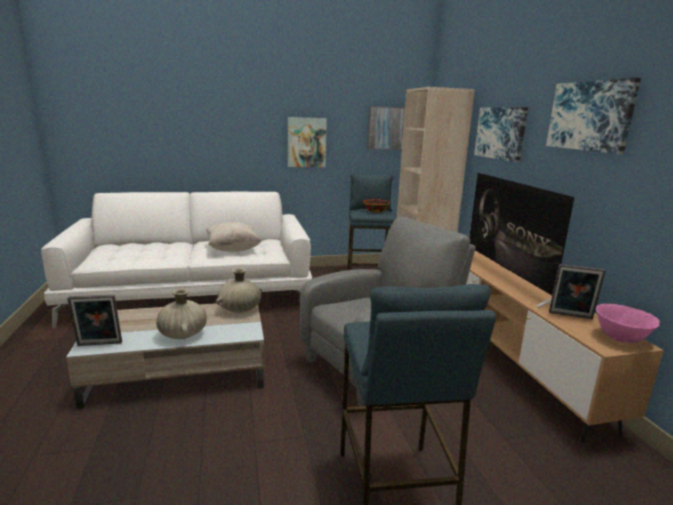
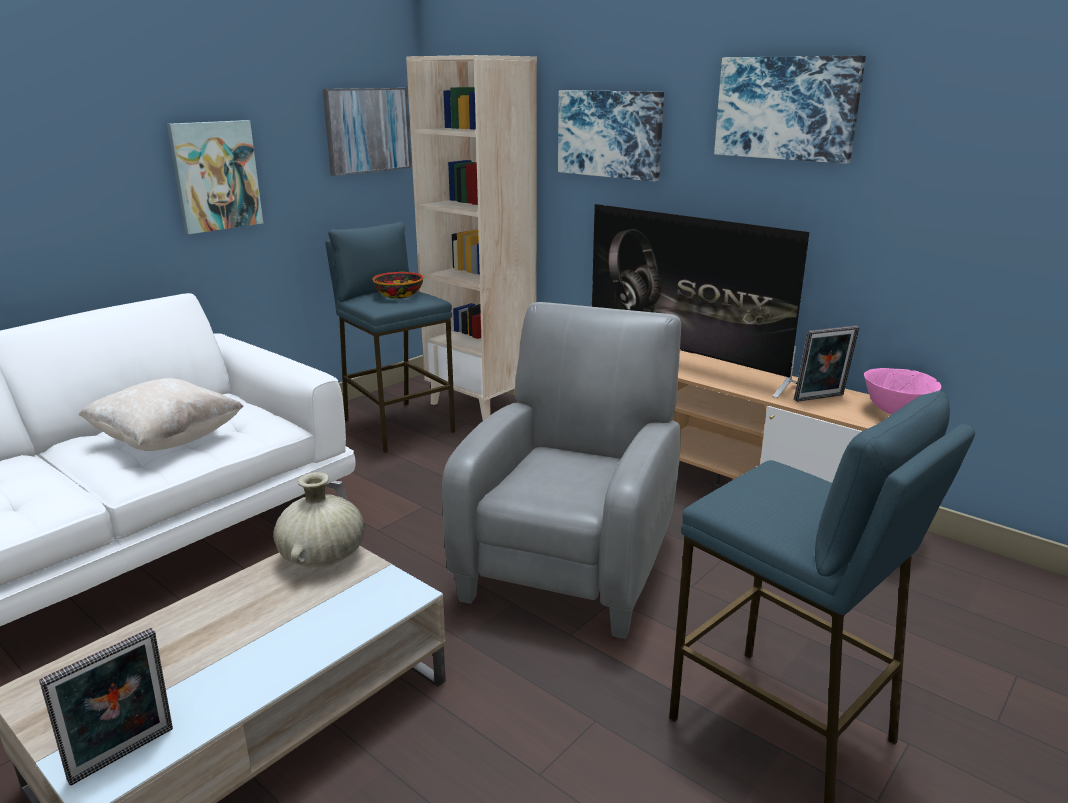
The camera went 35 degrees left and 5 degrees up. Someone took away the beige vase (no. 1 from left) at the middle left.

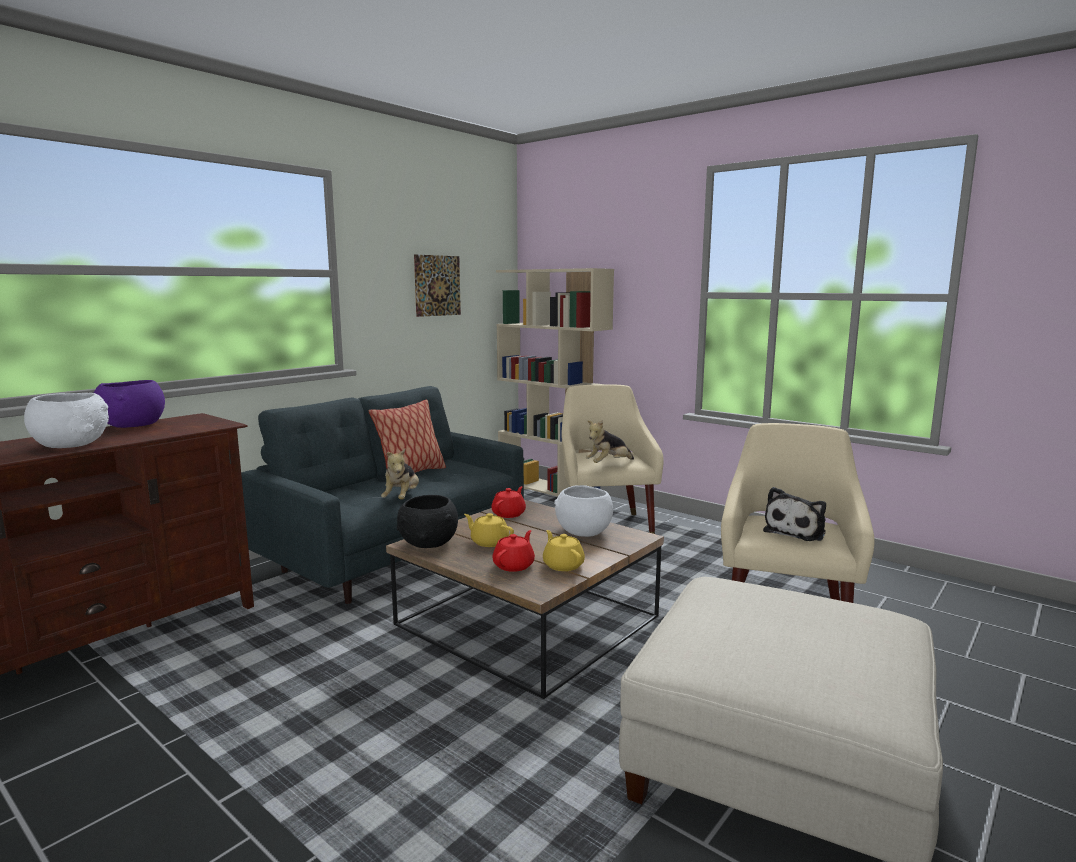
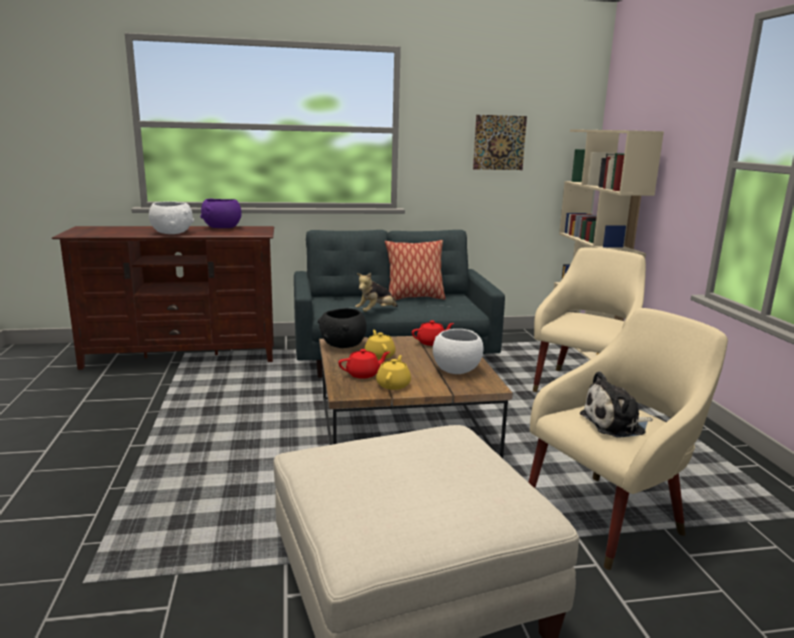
The camera went 40 degrees right and 5 degrees up. Someone took away the plush toy (no. 2 from left) at the centre.

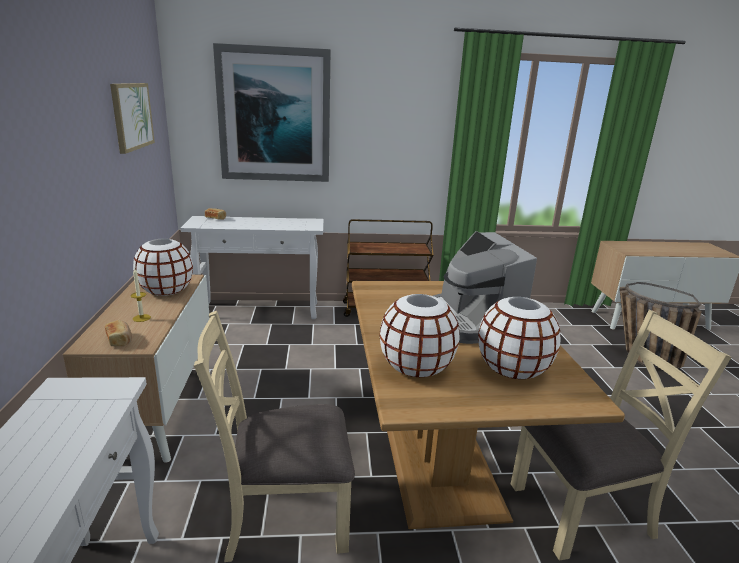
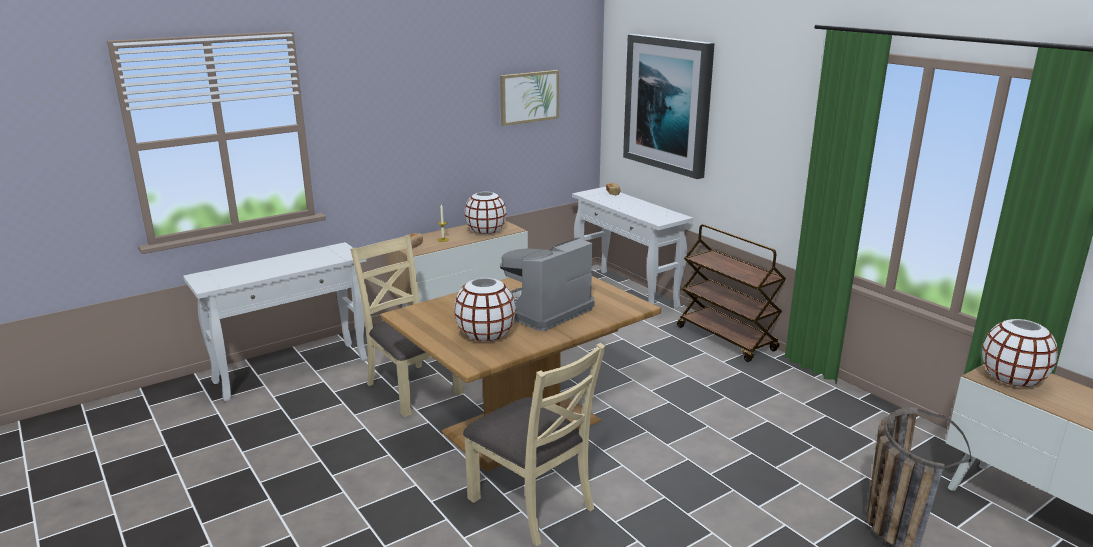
The camera went 60 degrees right and 0 degrees up. Someone carried the white vase (no. 2 from left in the first image) from the centre to the middle right.

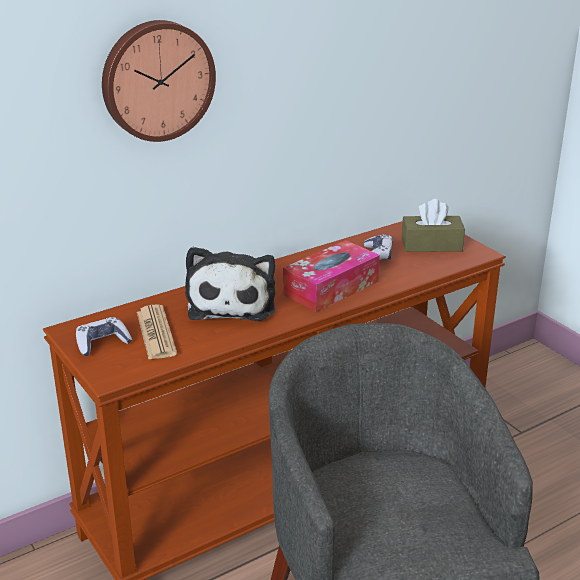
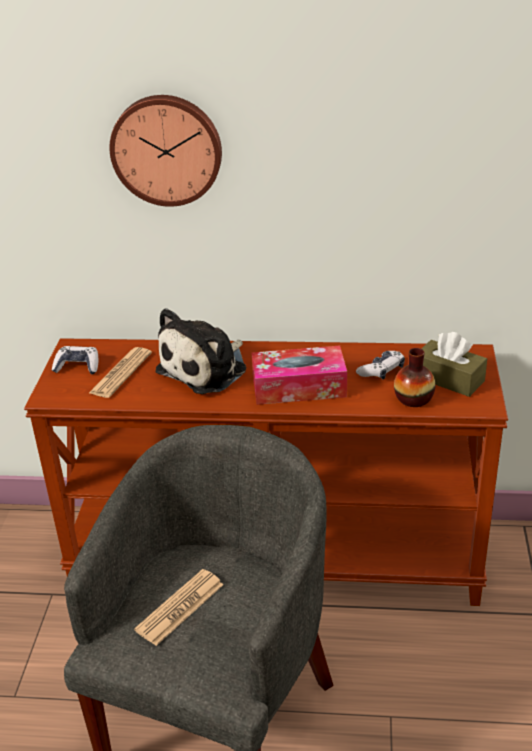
The camera went 40 degrees right and 5 degrees up. Someone put down the newspaper (no. 2 from left) at the bottom centre. Someone put down the vase at the middle right.

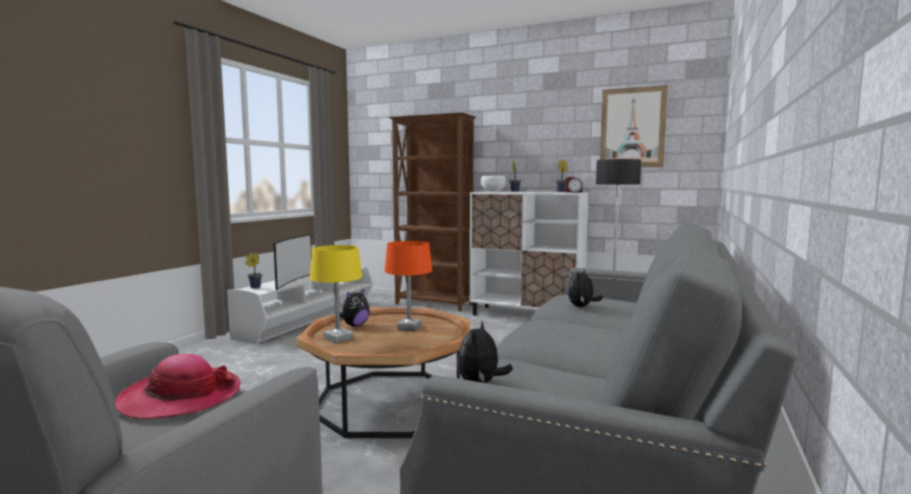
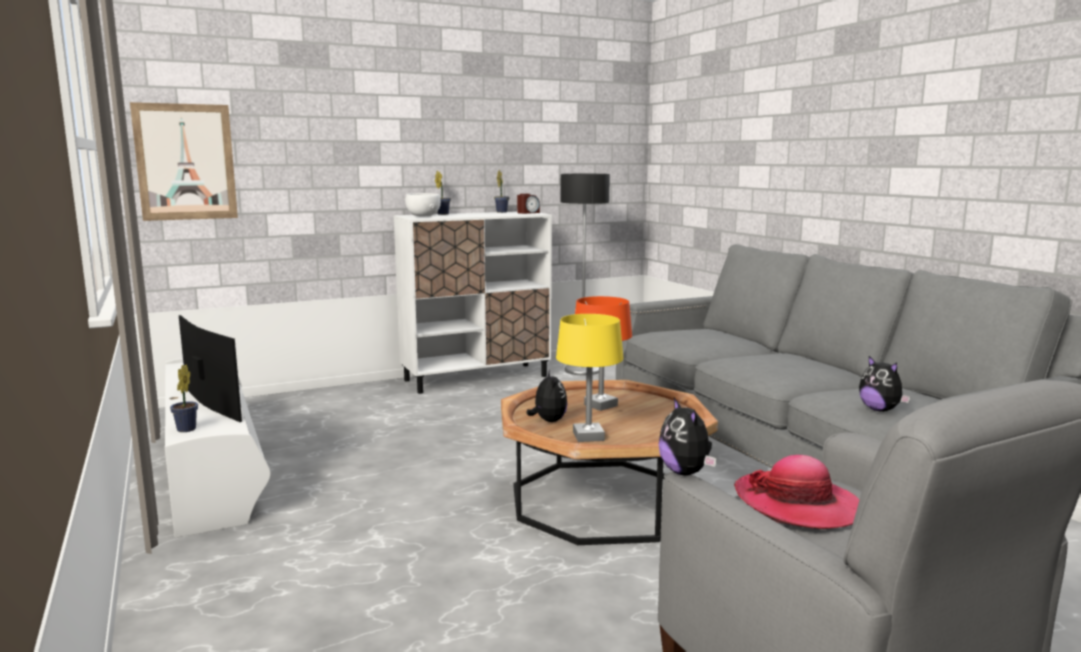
The camera went 50 degrees left and 5 degrees up. Someone took away the brown bookcase at the centre. Someone carried the plush toy (no. 3 from left in the first image) from the centre to the bottom centre. Someone carried the picture from the top right to the top left.

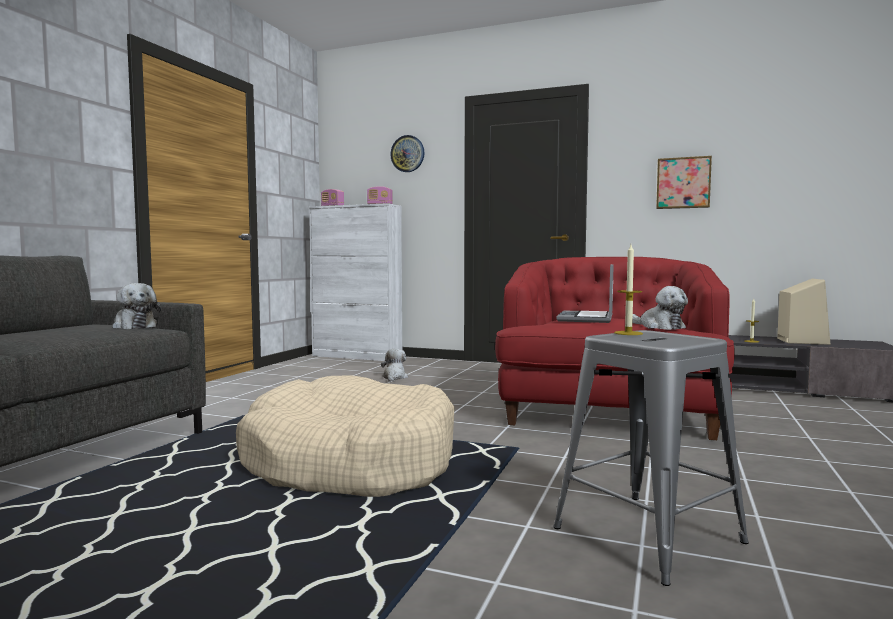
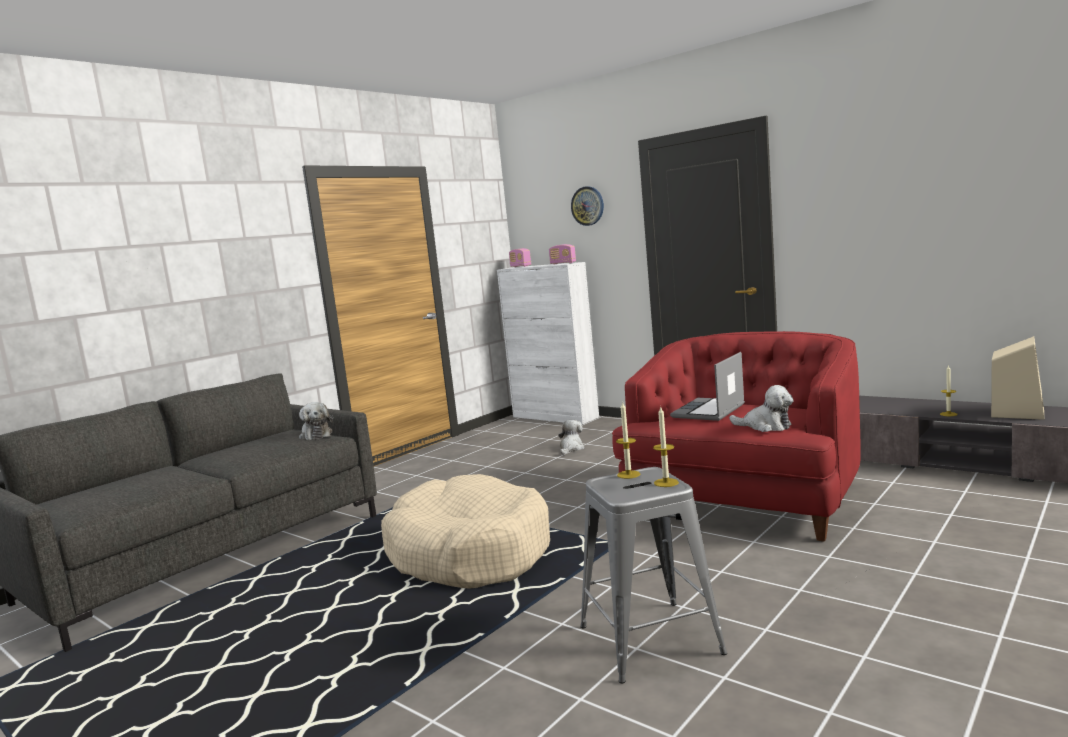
The camera went 20 degrees right and 5 degrees up. Someone rotated the plush toy (no. 3 from left) at the middle right by 45 degrees counterclockwise. Someone took away the picture at the top right. Someone put down the candle (no. 2 from left) at the centre.

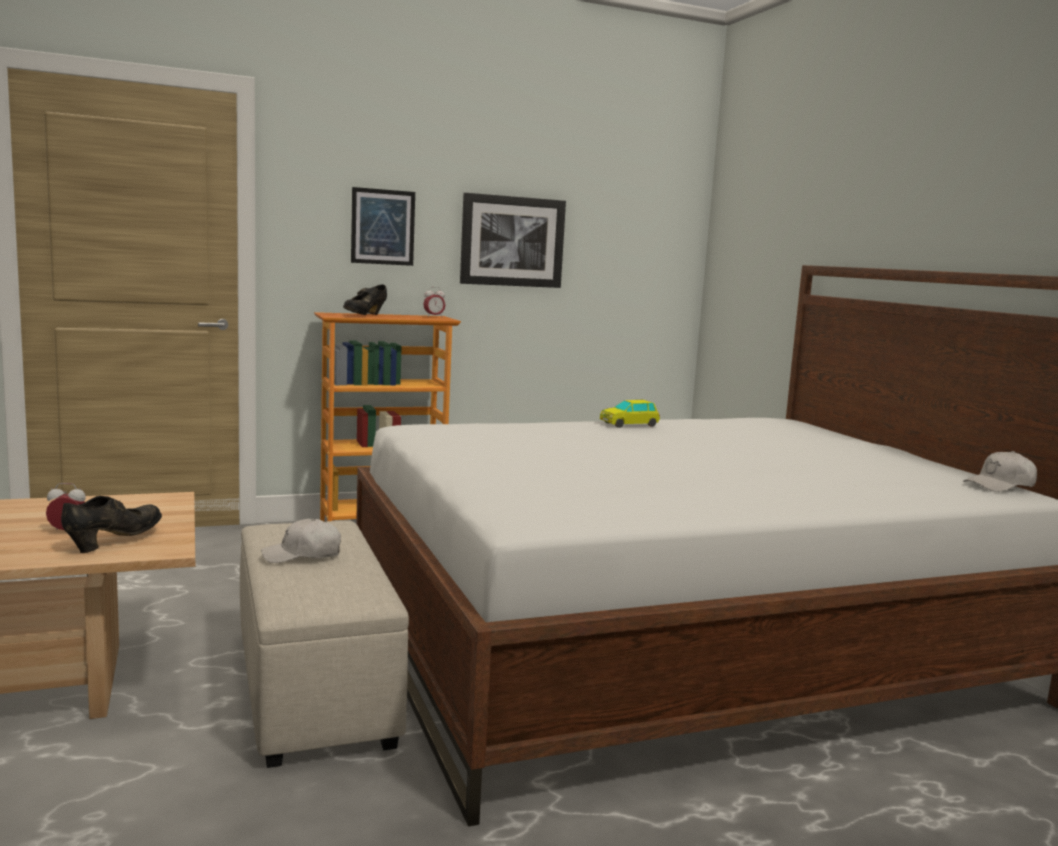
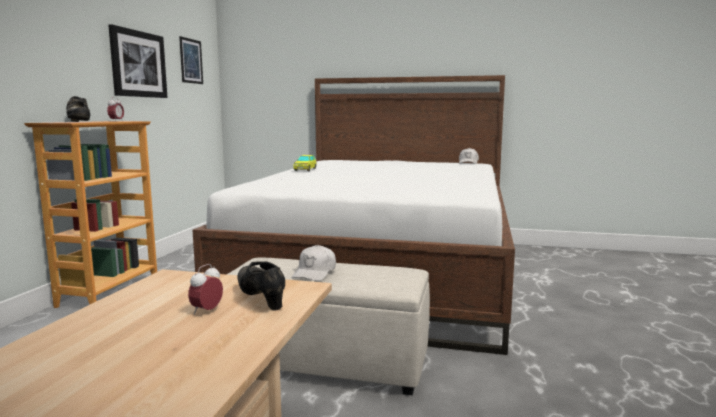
The camera went 55 degrees left and 0 degrees up. Someone carried the picture (no. 1 from left in the first image) from the top centre to the top left.

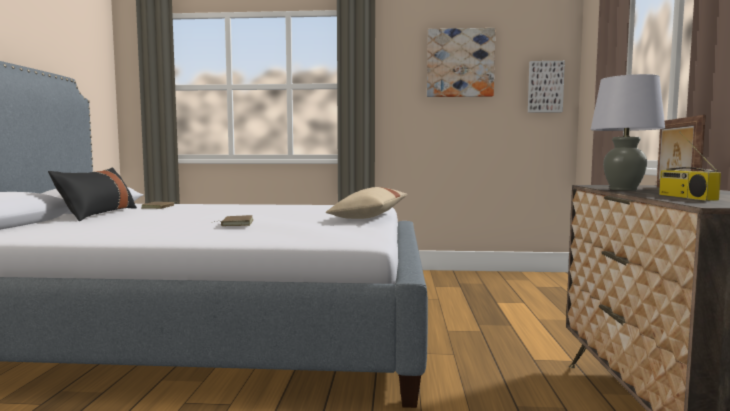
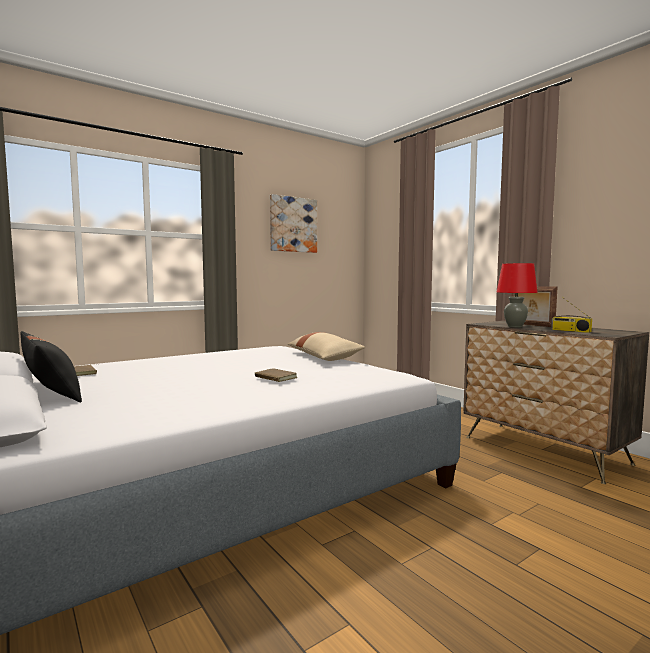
The camera went 40 degrees left and 0 degrees up. Someone took away the picture (no. 2 from left) at the top right. Someone repainted the grey table lamp at the top right, which became the red table lamp at the middle right.

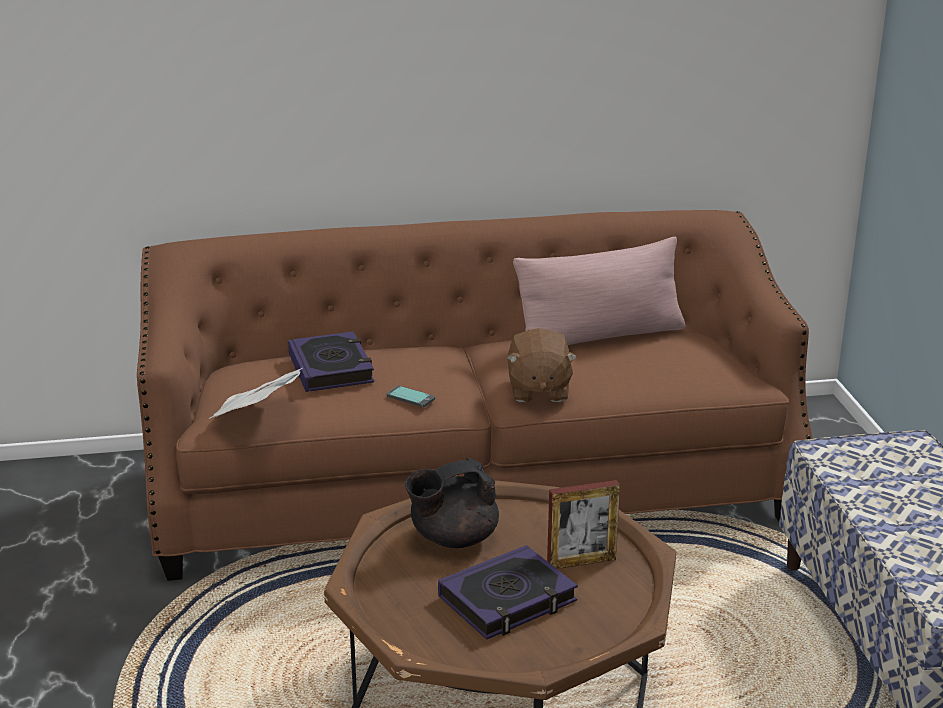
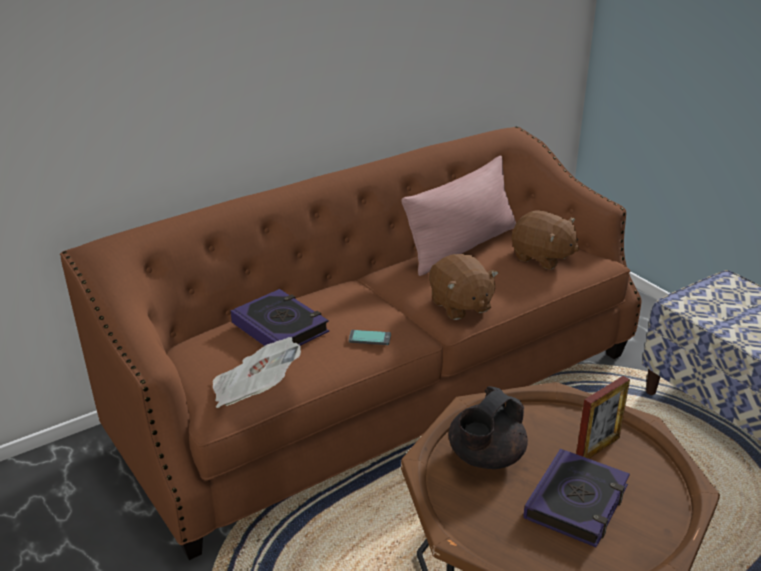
The camera went 25 degrees left and 5 degrees up. Someone put down the brown plush toy (no. 2 from left) at the middle right.

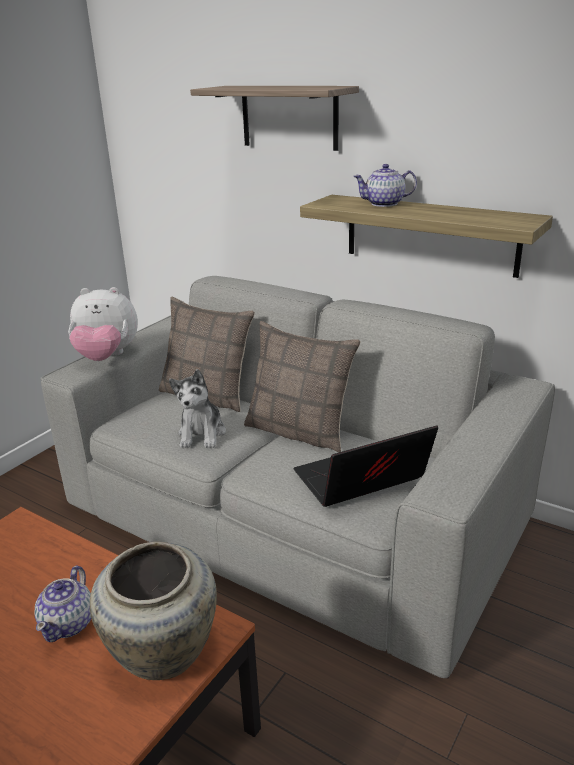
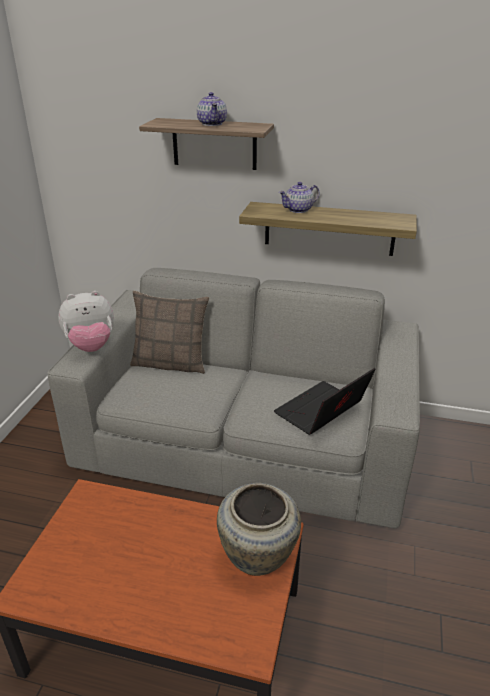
The camera went 20 degrees left and 5 degrees up. Someone carried the teapot (no. 1 from left) from the bottom left to the top centre. Someone took away the plush toy (no. 2 from left) at the centre. Someone took away the pillow (no. 2 from left) at the centre.

